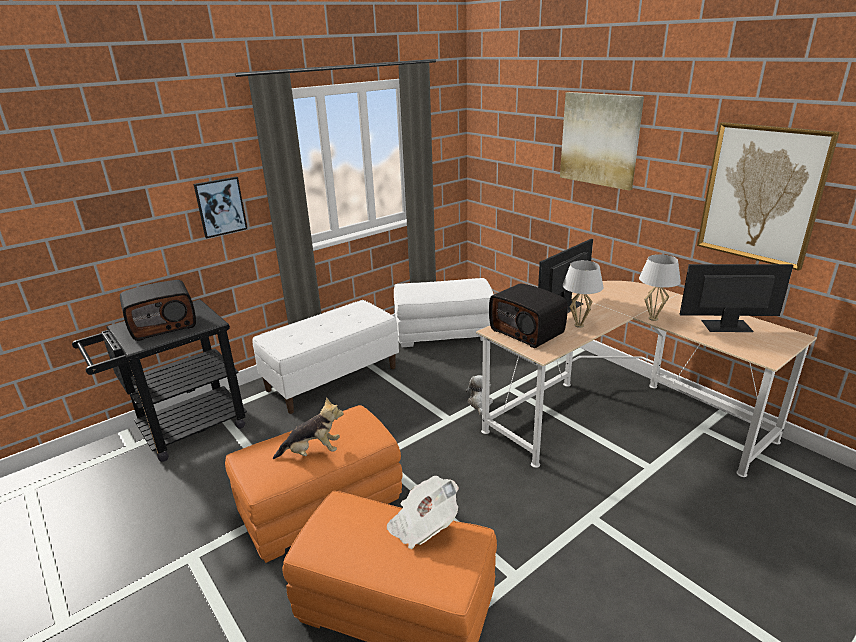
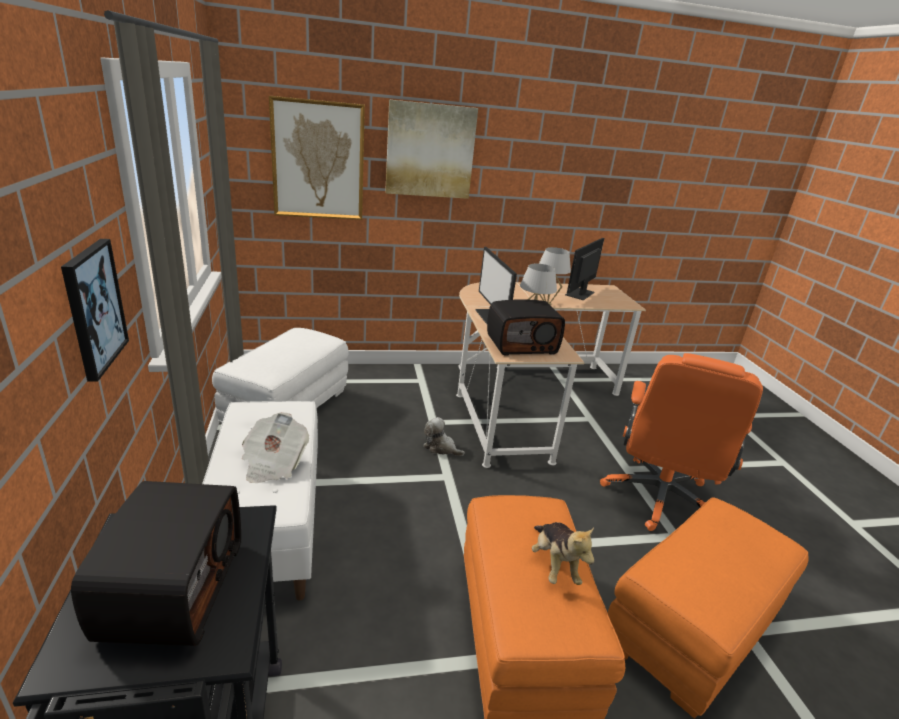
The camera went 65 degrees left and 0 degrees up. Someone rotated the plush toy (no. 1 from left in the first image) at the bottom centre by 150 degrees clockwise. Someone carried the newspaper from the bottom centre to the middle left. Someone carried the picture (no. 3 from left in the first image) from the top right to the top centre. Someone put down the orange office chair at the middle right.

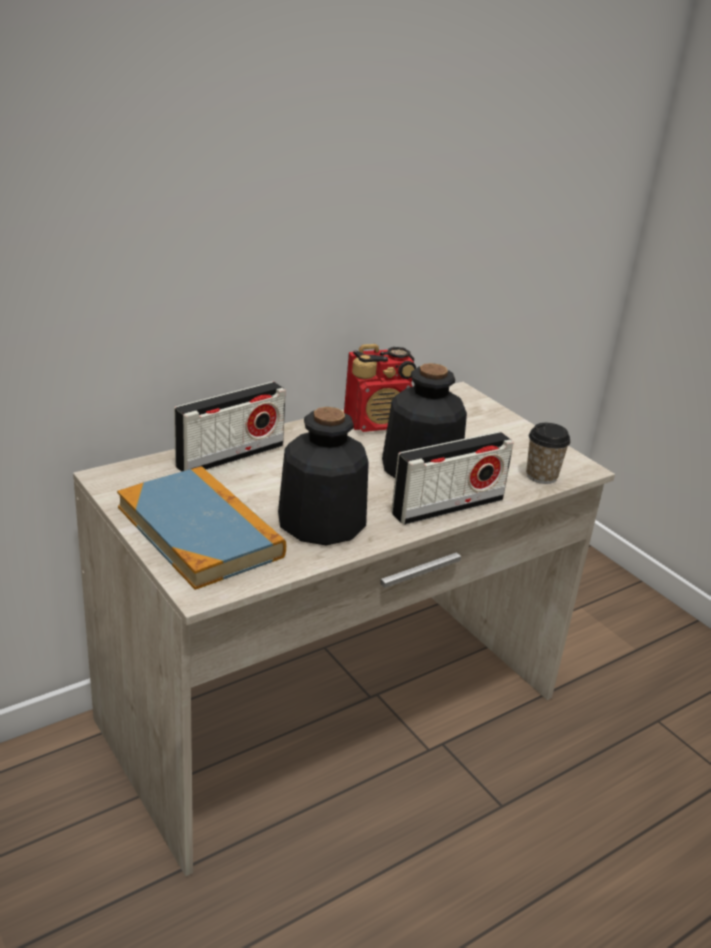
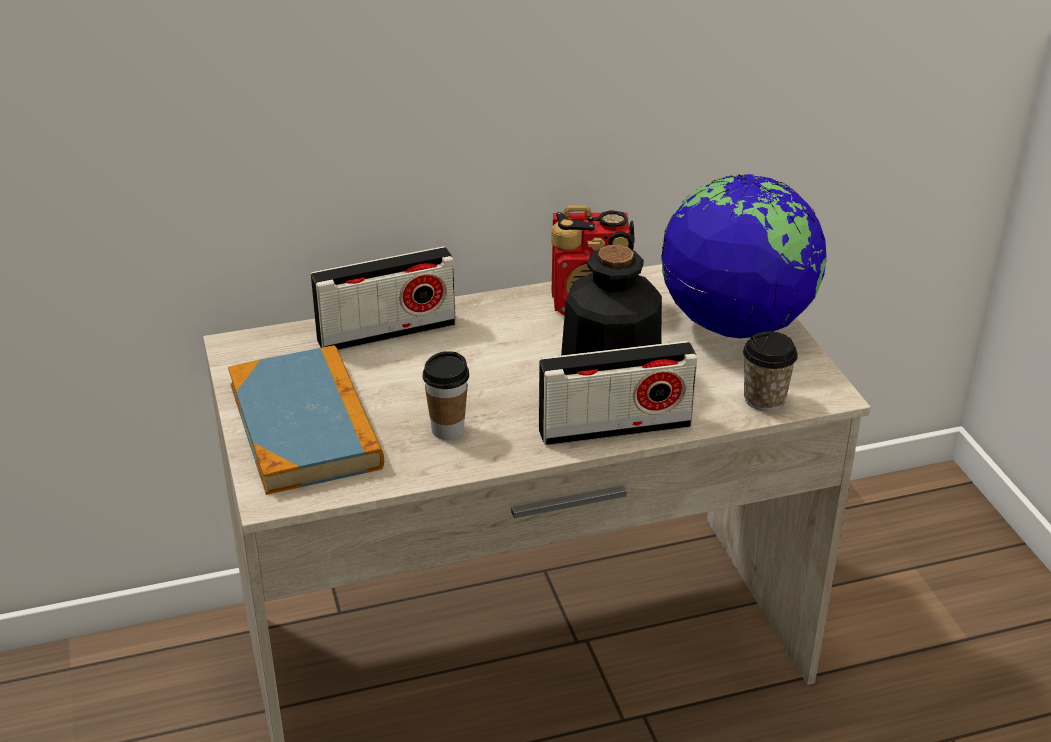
The camera went 20 degrees right and 5 degrees up. Someone swapped the bottle (no. 1 from left) at the centre for the cup (no. 1 from left) at the centre. Someone put down the globe at the middle right.

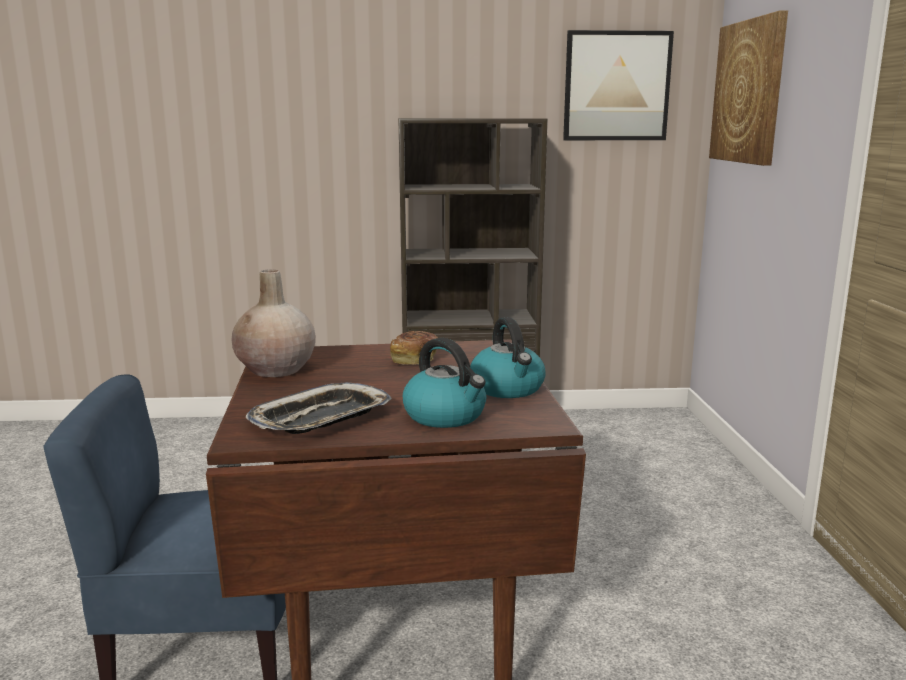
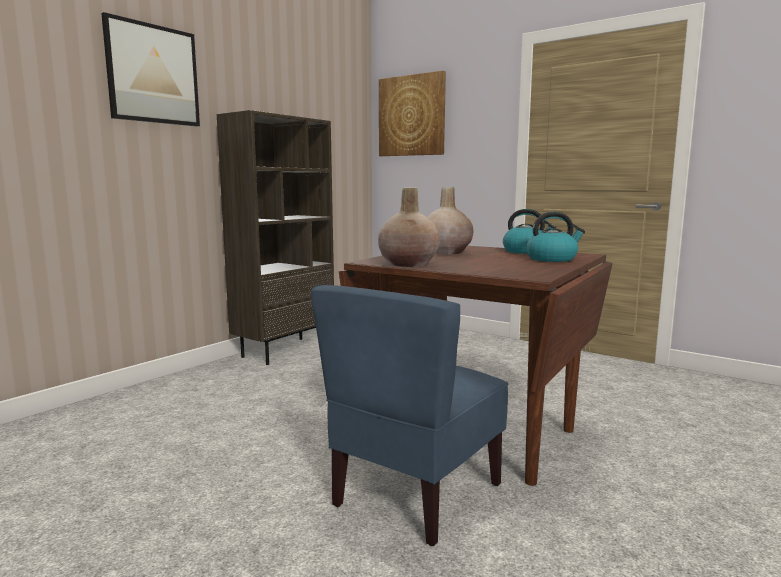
The camera went 50 degrees left and 5 degrees down. Someone took away the tray at the centre. Someone swapped the bread at the centre for the beige vase (no. 2 from left) at the centre. Someone carried the picture (no. 1 from left) from the top right to the top left.

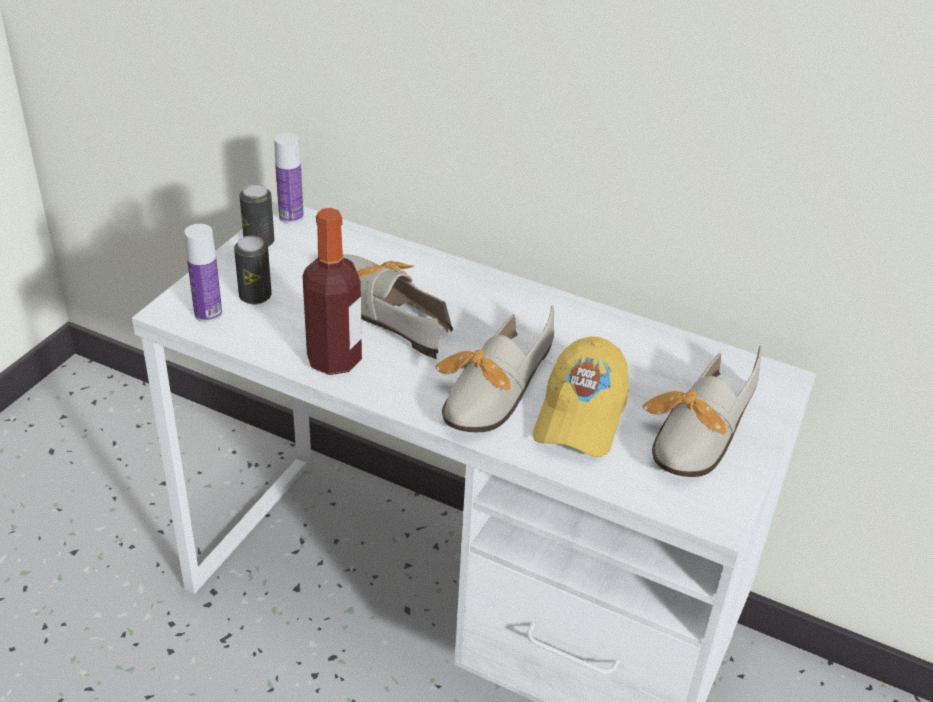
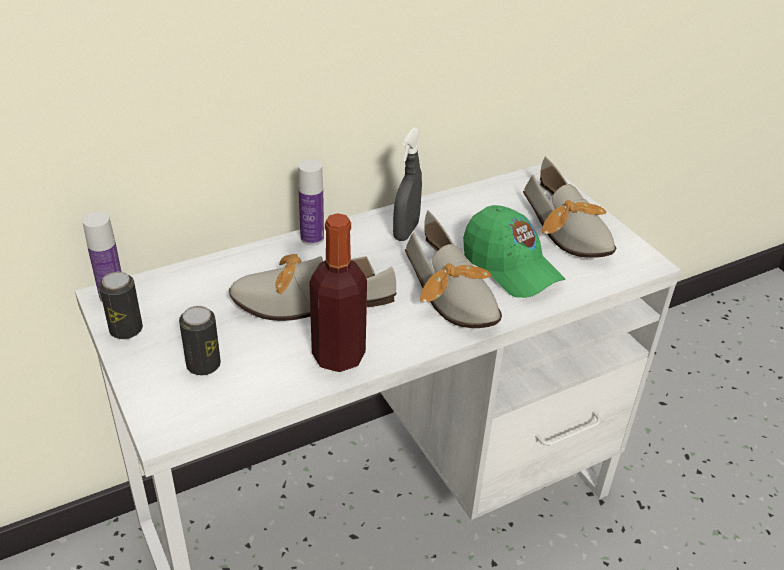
The camera went 55 degrees left and 0 degrees up. Someone carried the bottle (no. 1 from left in the first image) from the middle left to the centre. Someone repainted the yellow cap at the centre, which became the green cap at the centre. Someone put down the grey spray bottle at the top centre.

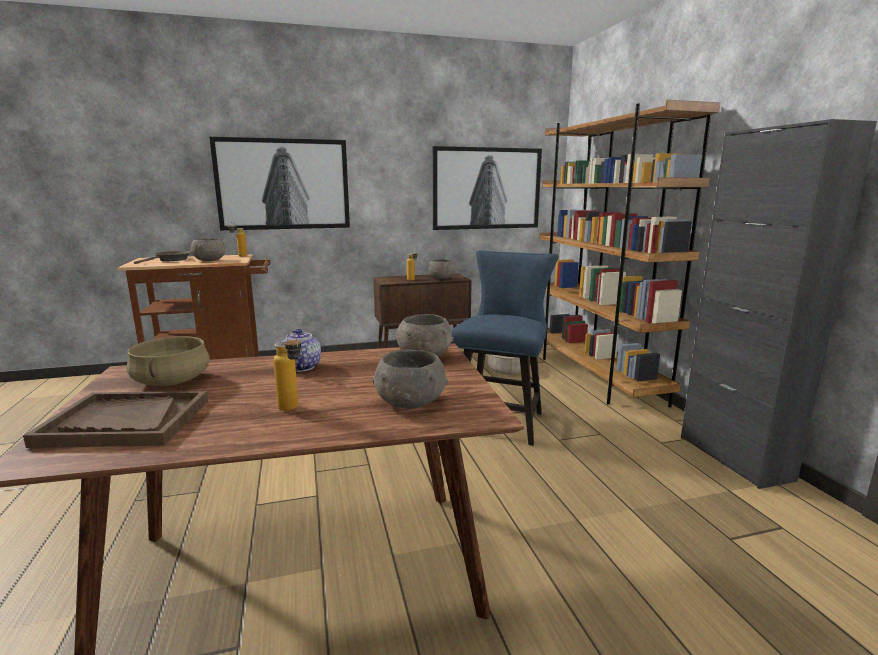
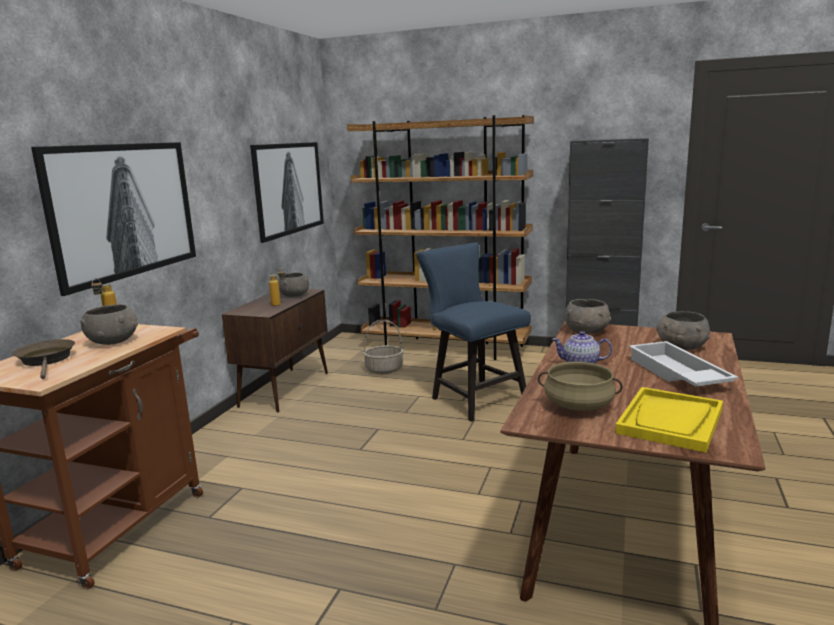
The camera went 55 degrees left and 0 degrees up. Someone repainted the brown tray at the middle left, which became the yellow tray at the bottom right. Someone swapped the bottle (no. 2 from left) at the middle left for the white tray at the middle right.

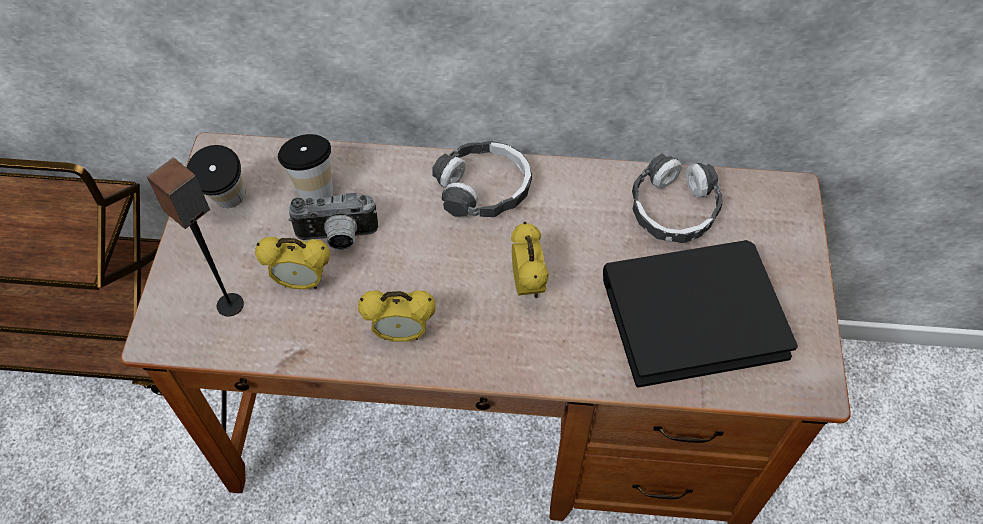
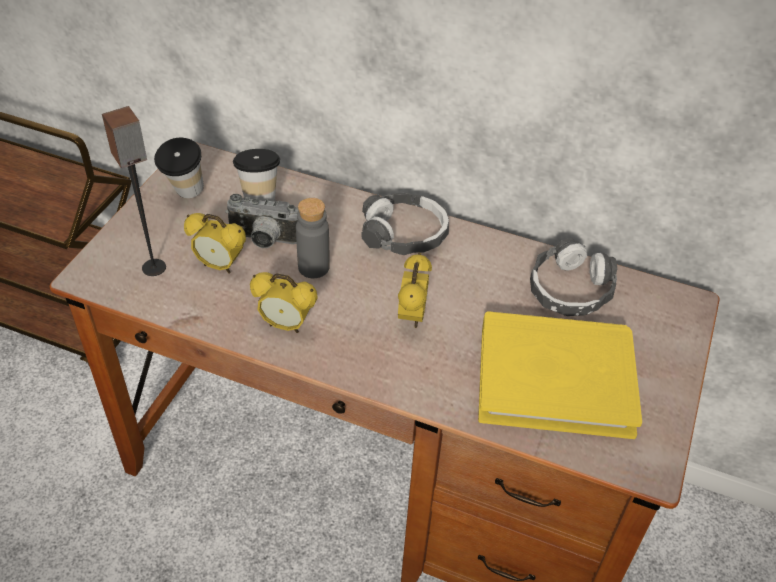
The camera went 15 degrees right and 10 degrees down. Someone repainted the black book at the middle right, which became the yellow book at the middle right. Someone put down the grey bottle at the centre.

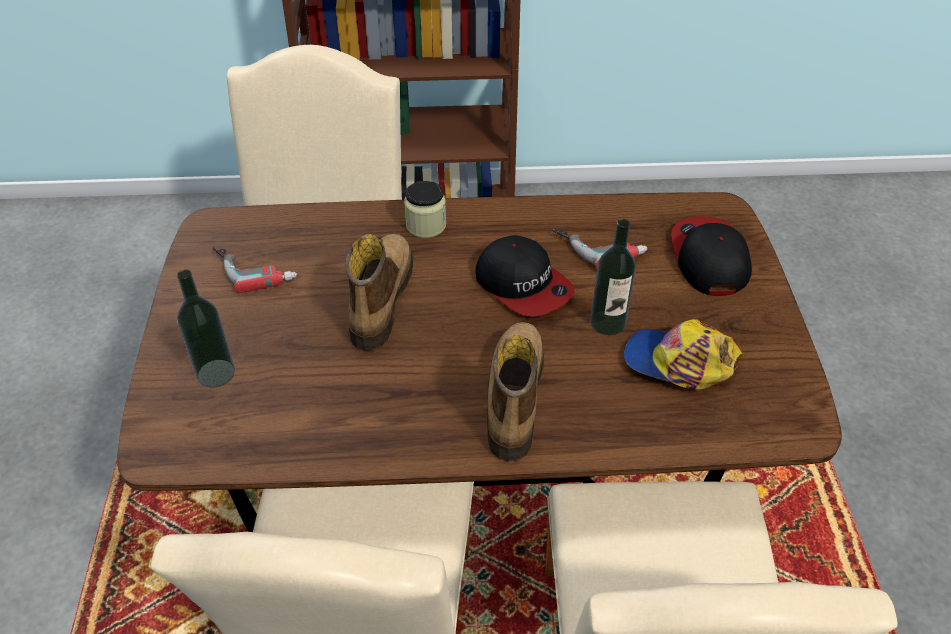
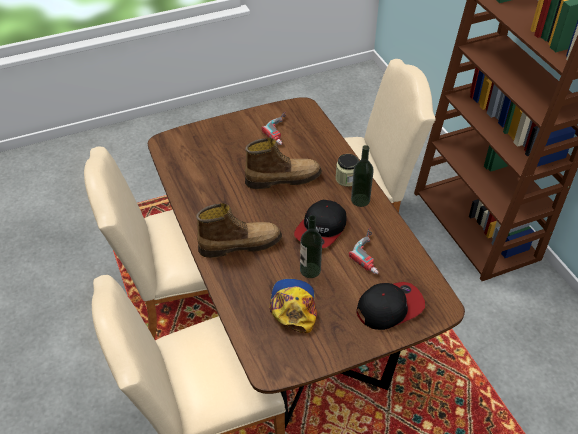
The camera went 70 degrees right and 0 degrees up. Someone carried the bottle (no. 1 from left in the first image) from the middle left to the centre.

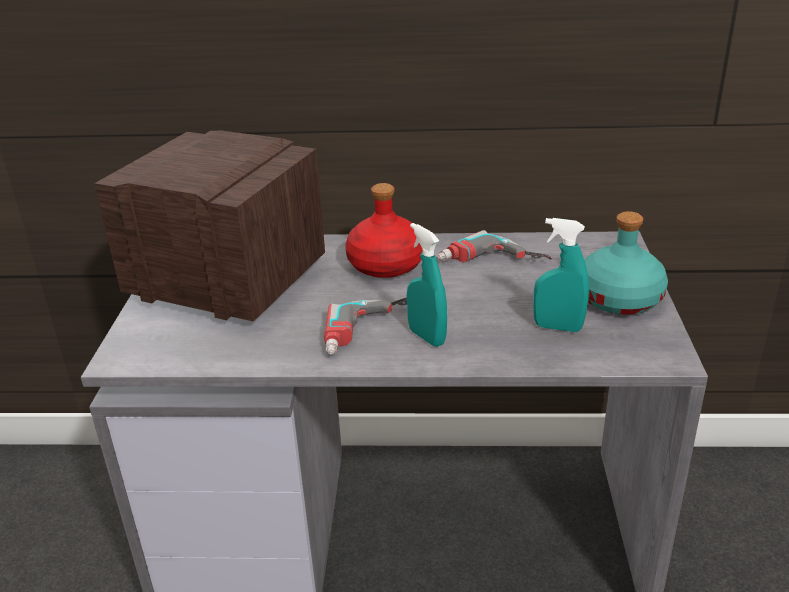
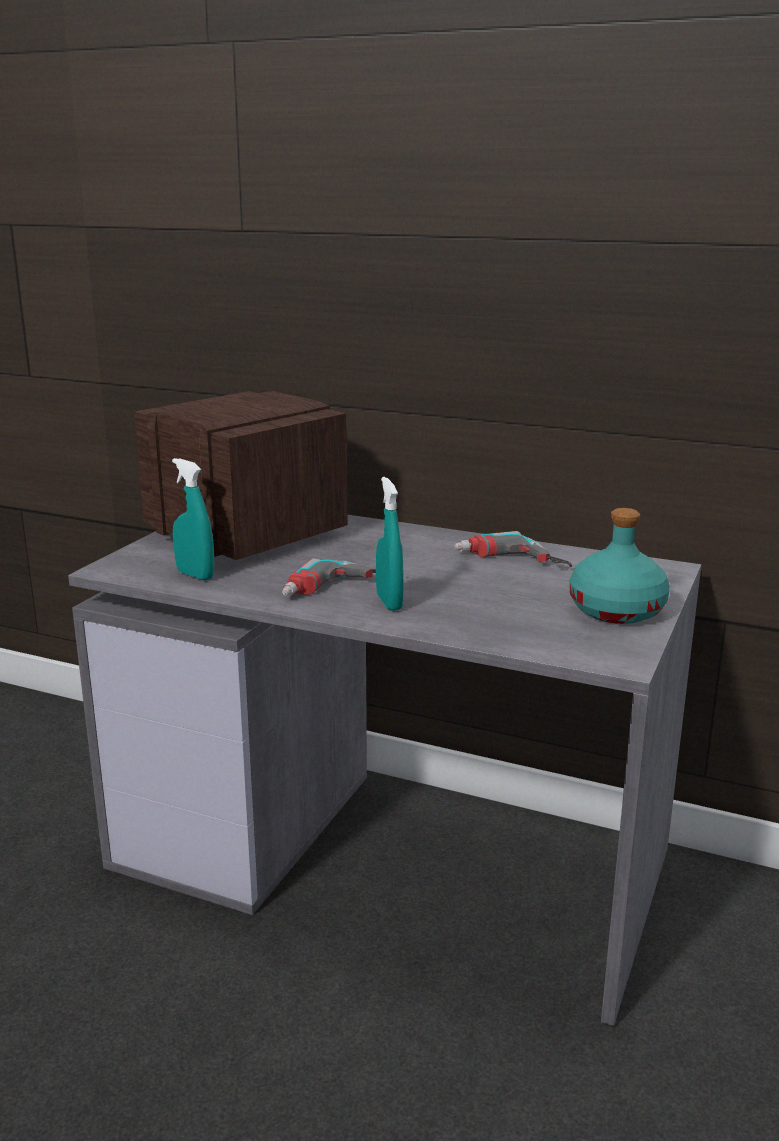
The camera went 20 degrees right and 10 degrees down. Someone took away the red bottle at the centre. Someone carried the turquoise spray bottle (no. 2 from left in the first image) from the middle right to the middle left.

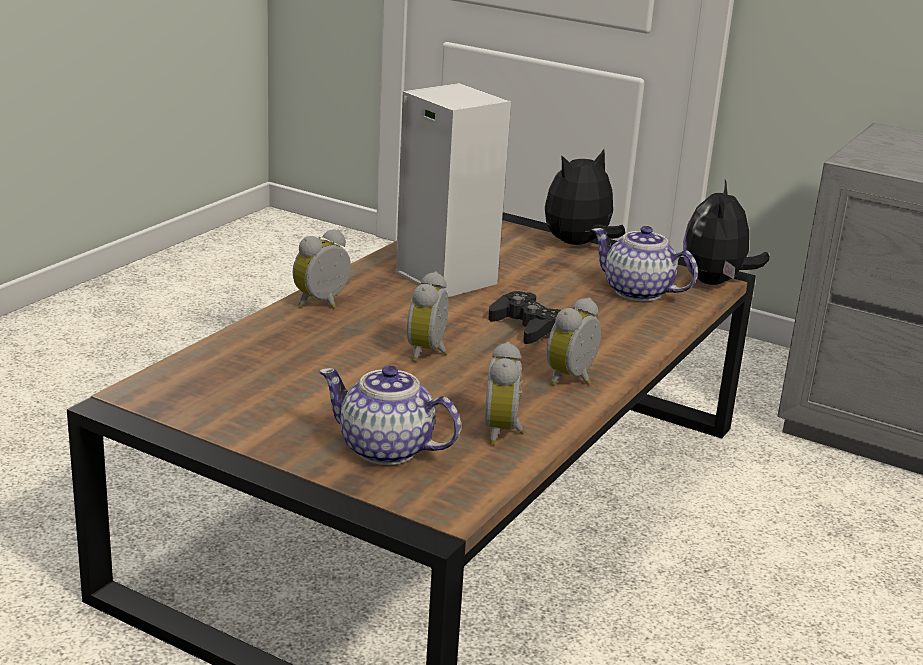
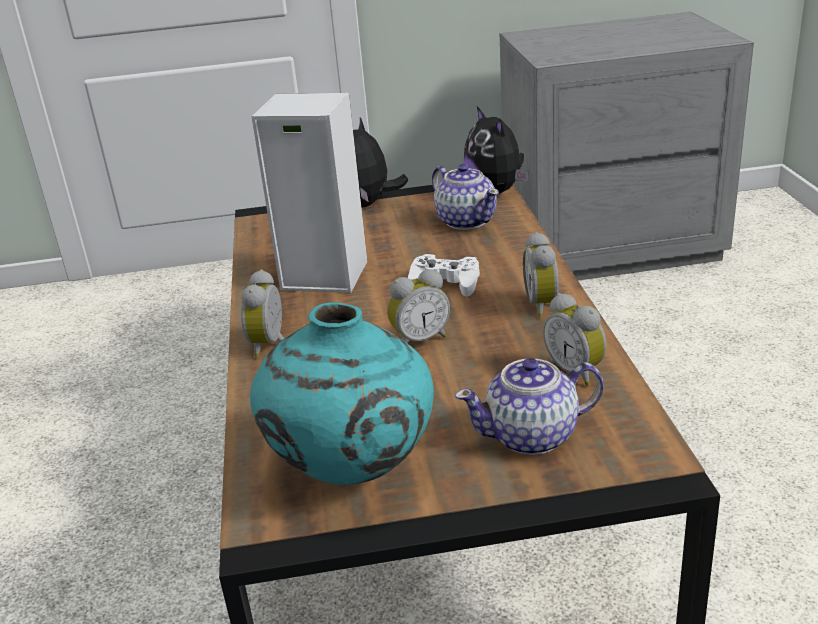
The camera went 35 degrees left and 5 degrees up. Someone rotated the alarm clock (no. 2 from left) at the centre by 90 degrees counterclockwise. Someone repainted the black game controller at the centre, which became the white game controller at the centre. Someone rotated the teapot (no. 2 from left in the first image) at the middle right by 120 degrees counterclockwise. Someone put down the turquoise vase at the centre.

